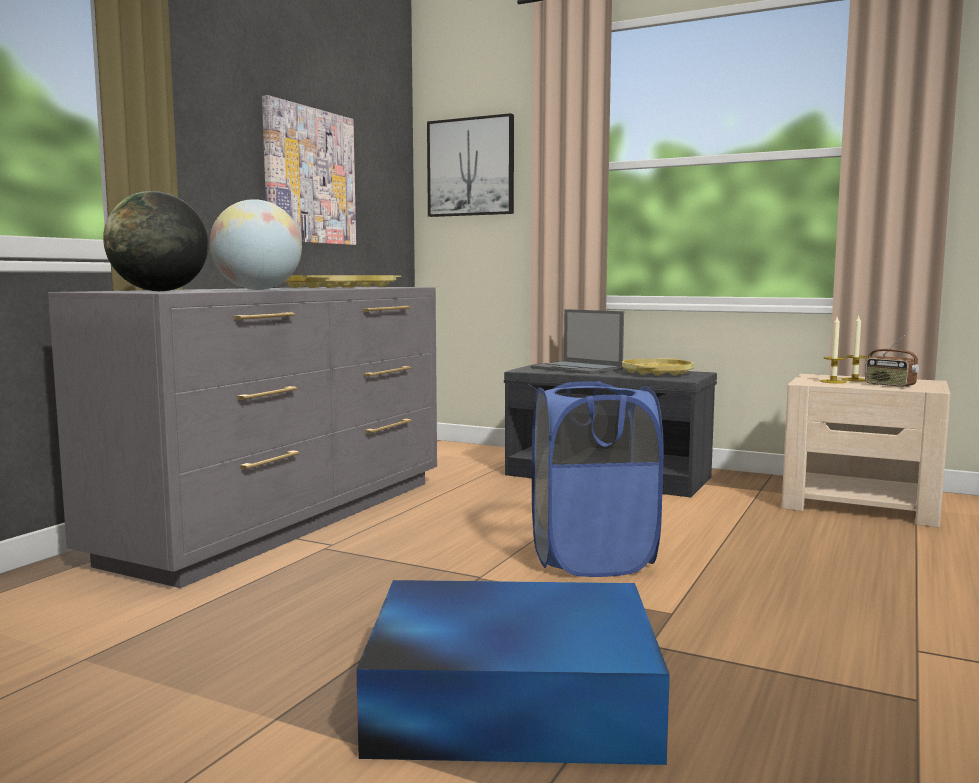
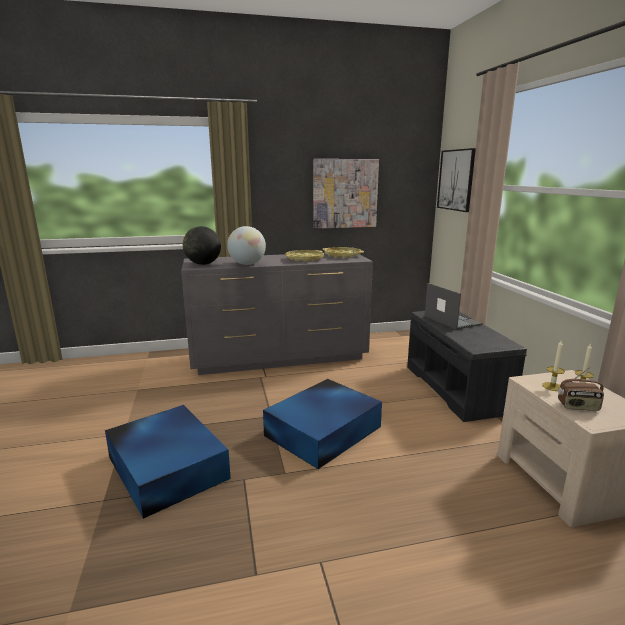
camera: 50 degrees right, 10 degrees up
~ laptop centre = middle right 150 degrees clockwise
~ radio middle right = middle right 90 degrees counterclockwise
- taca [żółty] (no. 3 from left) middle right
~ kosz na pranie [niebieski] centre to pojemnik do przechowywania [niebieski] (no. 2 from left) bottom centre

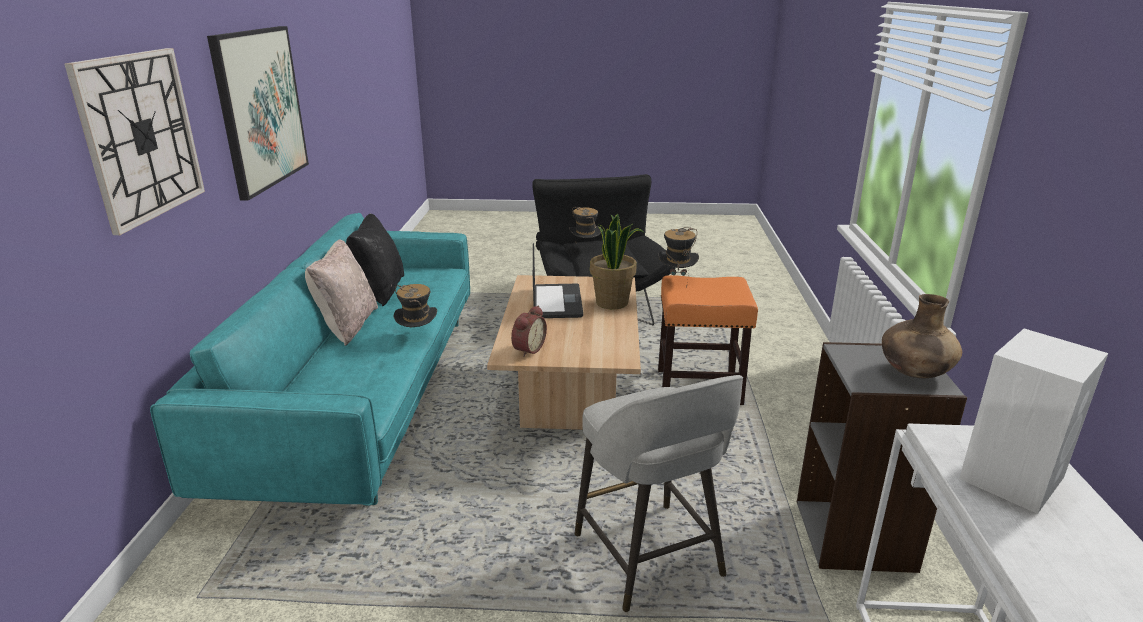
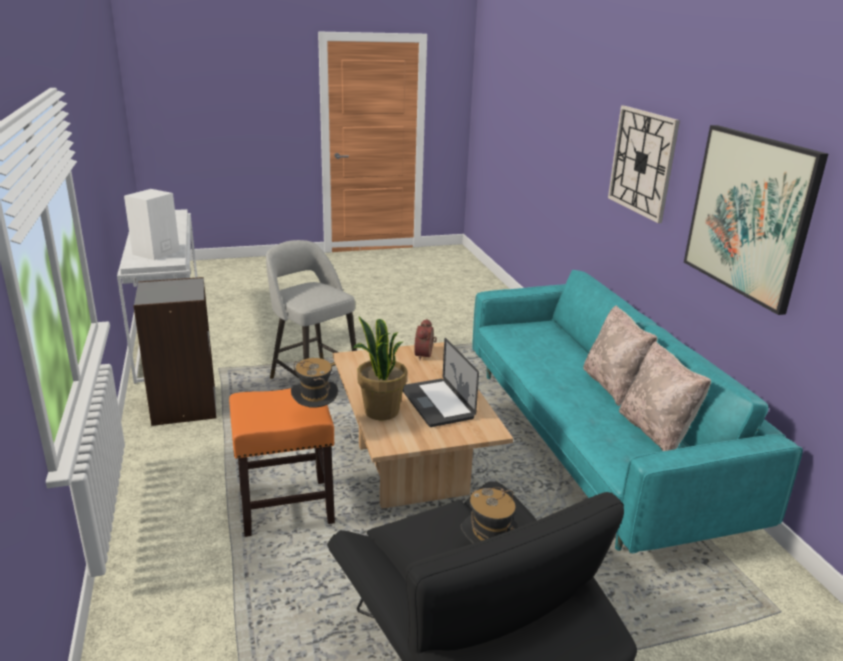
camera: 160 degrees right, 0 degrees up
~ poduszka [czarny] middle left to poduszka [beżowy] (no. 2 from left) middle right
- kapelusz (no. 1 from left) centre
- wazon [brązowy] middle right

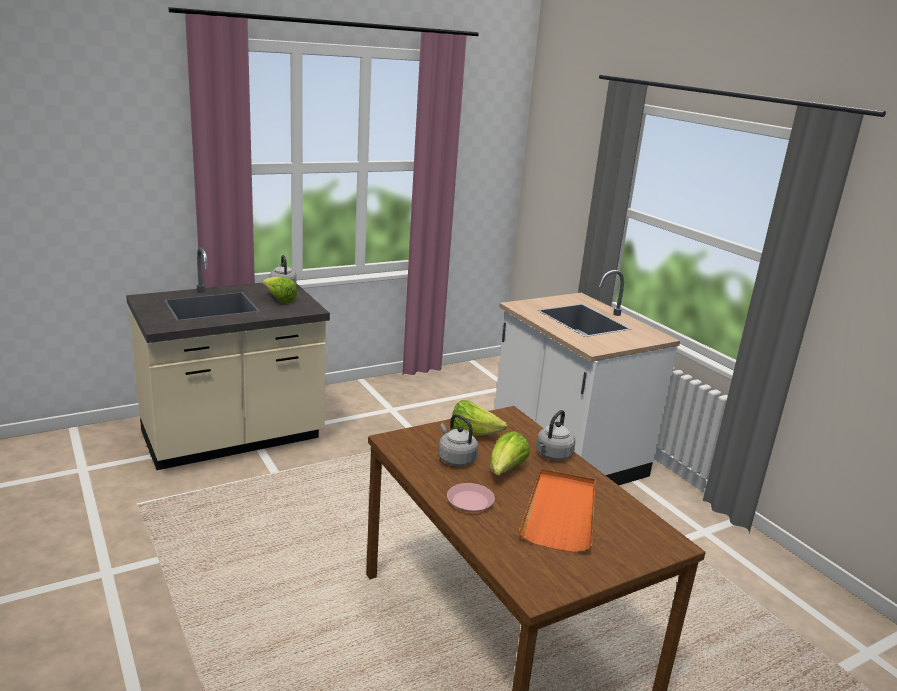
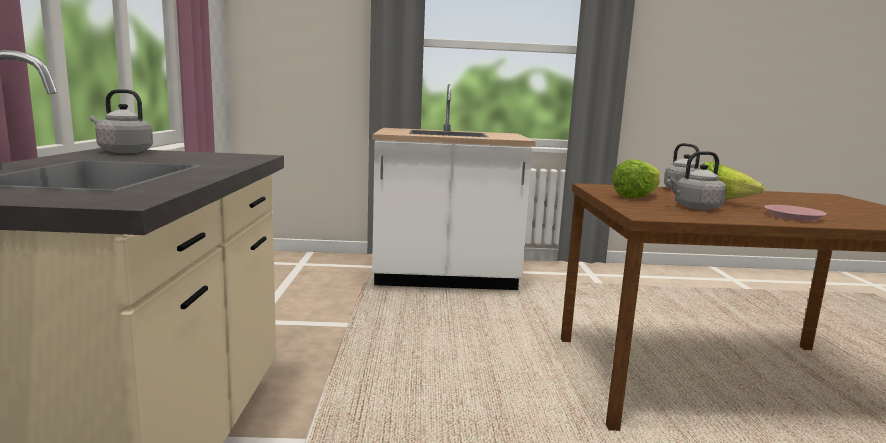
camera: 60 degrees left, 10 degrees down
- sałata (no. 1 from left) middle left
- taca [pomarańczowy] bottom centre

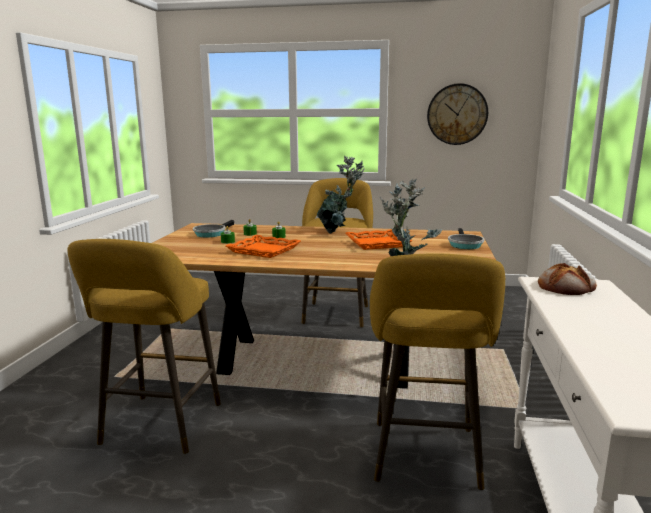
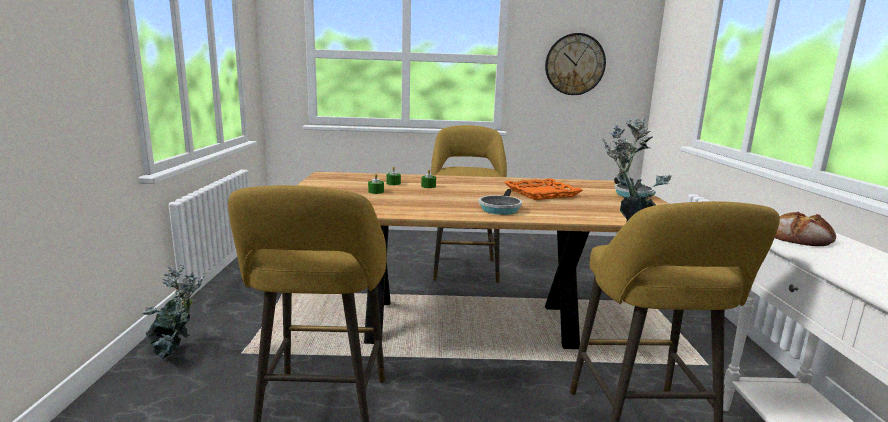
camera: 10 degrees left, 0 degrees up
~ roślina doniczkowa (no. 1 from left) centre to bottom left
~ patelnia (no. 1 from left) middle left to centre
- taca [pomarańczowy] (no. 1 from left) centre

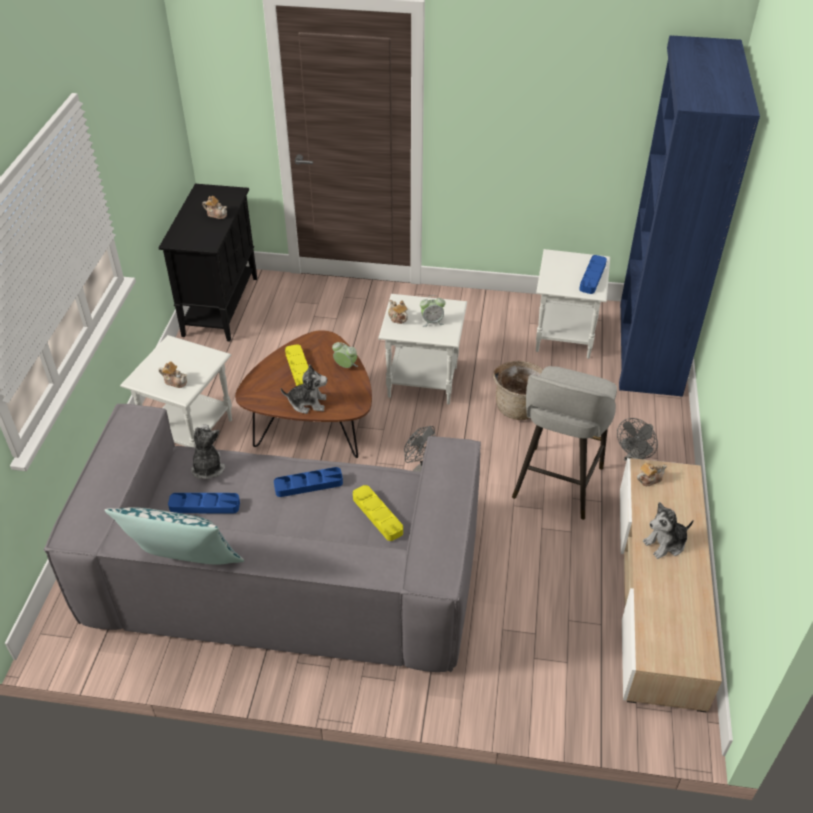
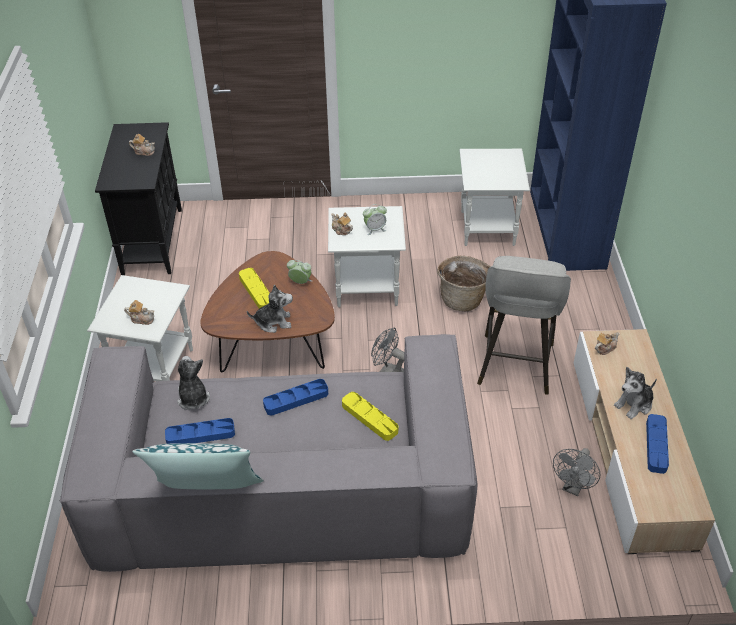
camera: 10 degrees left, 0 degrees up
~ taca [niebieski] (no. 3 from left) middle right to bottom right
~ wentylator [szary] (no. 2 from left) middle right to bottom right

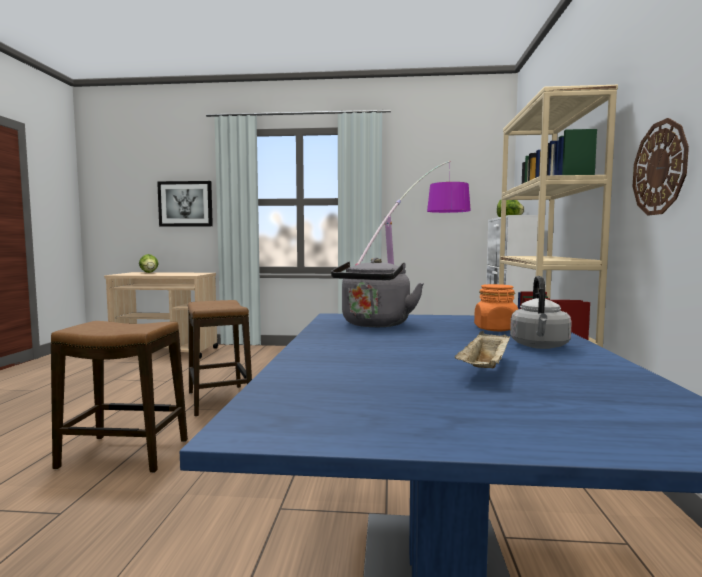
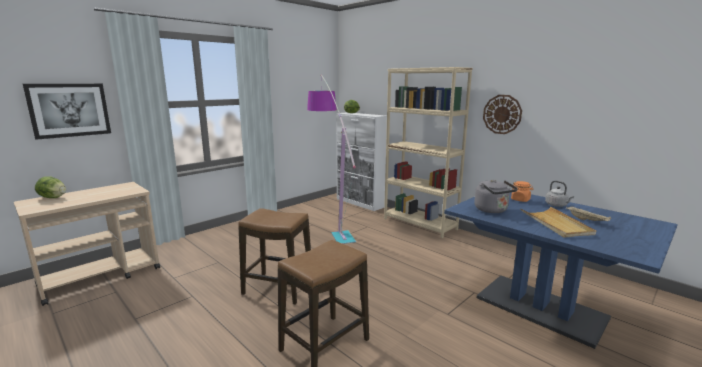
camera: 50 degrees left, 10 degrees up
+ taca [beżowy] (no. 1 from left) middle right

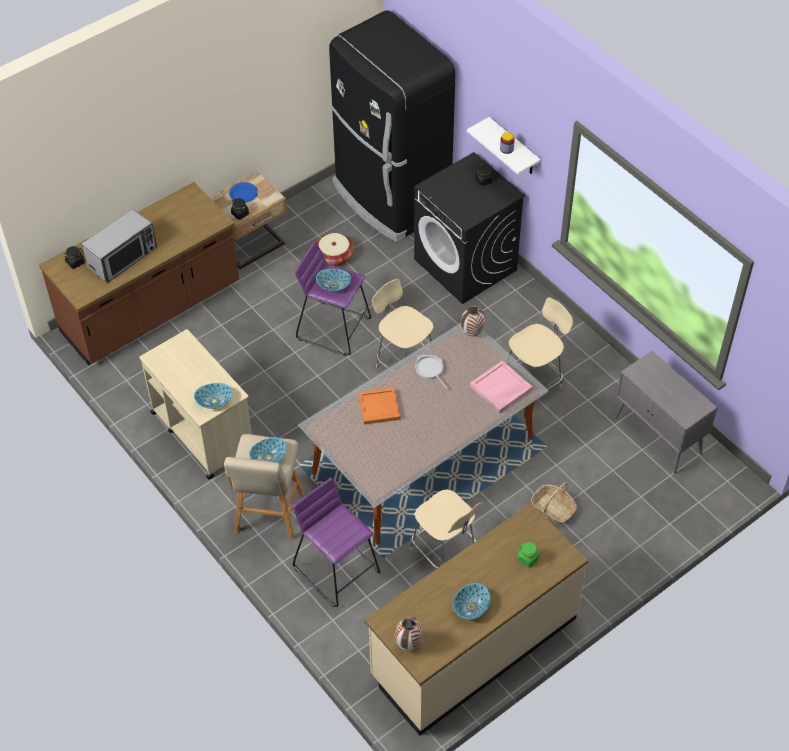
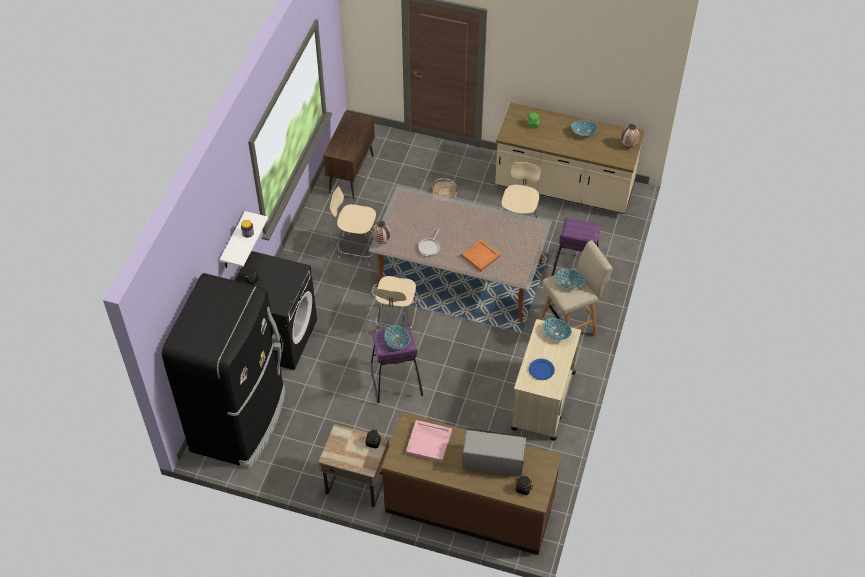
camera: 125 degrees left, 0 degrees up
~ talerz [niebieski] top left to centre
- koszyk (no. 1 from left) top centre
~ szafka [szary] middle right to szafka [brązowy] top centre
~ taca [różowy] centre to bottom centre

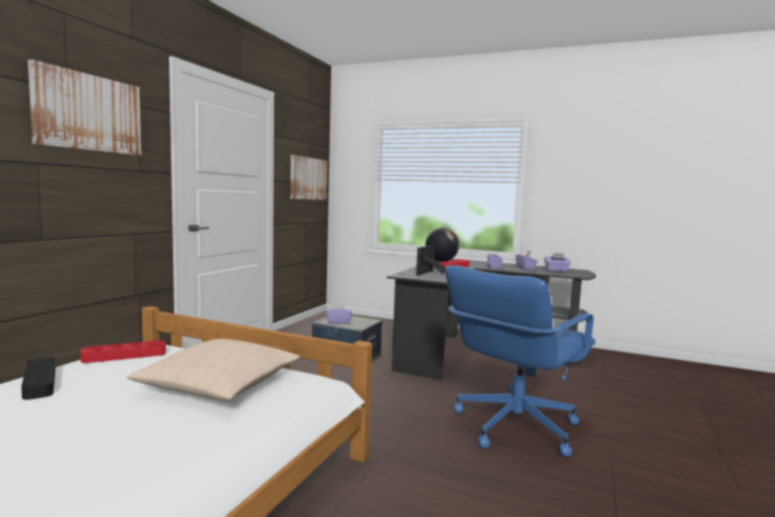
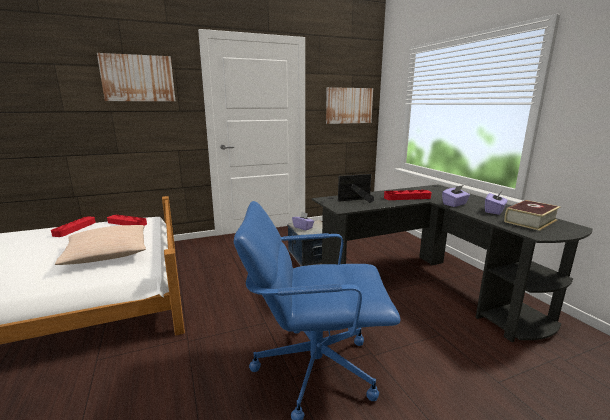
camera: 45 degrees right, 10 degrees up
- globus centre
~ pudełko chusteczek [fioletowy] (no. 4 from left) middle right to książka middle right
~ taca [czarny] bottom left to taca [czerwony] (no. 1 from left) middle left

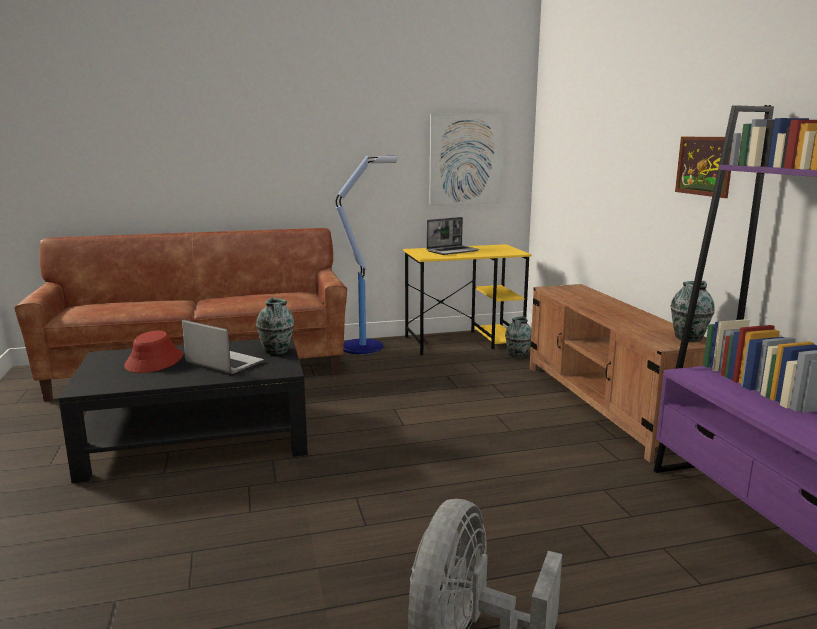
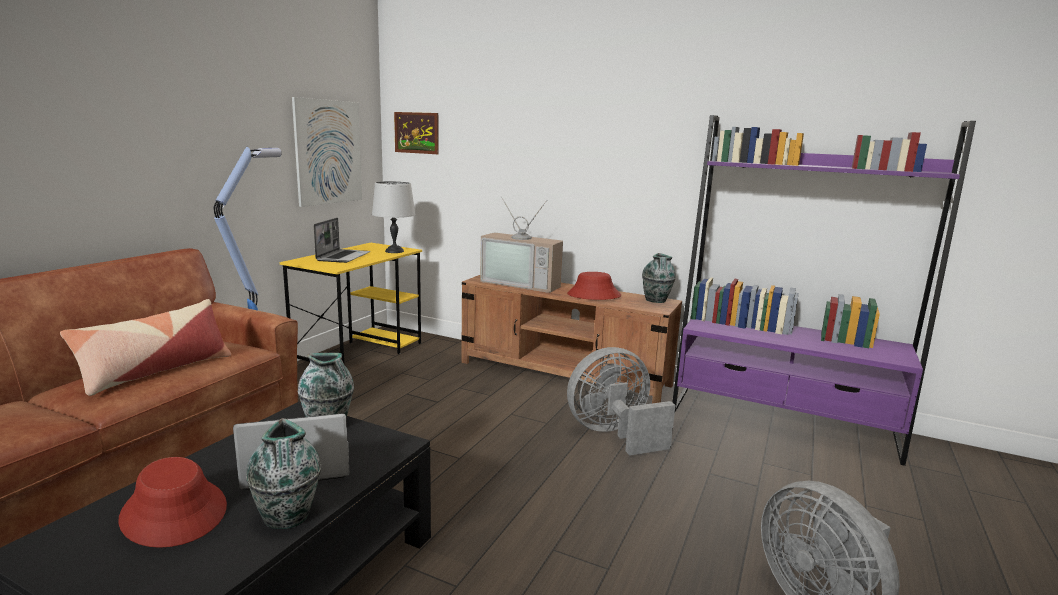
camera: 50 degrees left, 0 degrees up
~ obraz (no. 2 from left) top right to top centre
~ wazon (no. 2 from left in the first image) centre to wazon (no. 1 from left) bottom left
+ lampa stołowa [szary] centre
+ telewizor centre
+ kapelusz [czerwony] (no. 2 from left) centre
+ poduszka middle left
+ wentylator [szary] (no. 1 from left) bottom centre

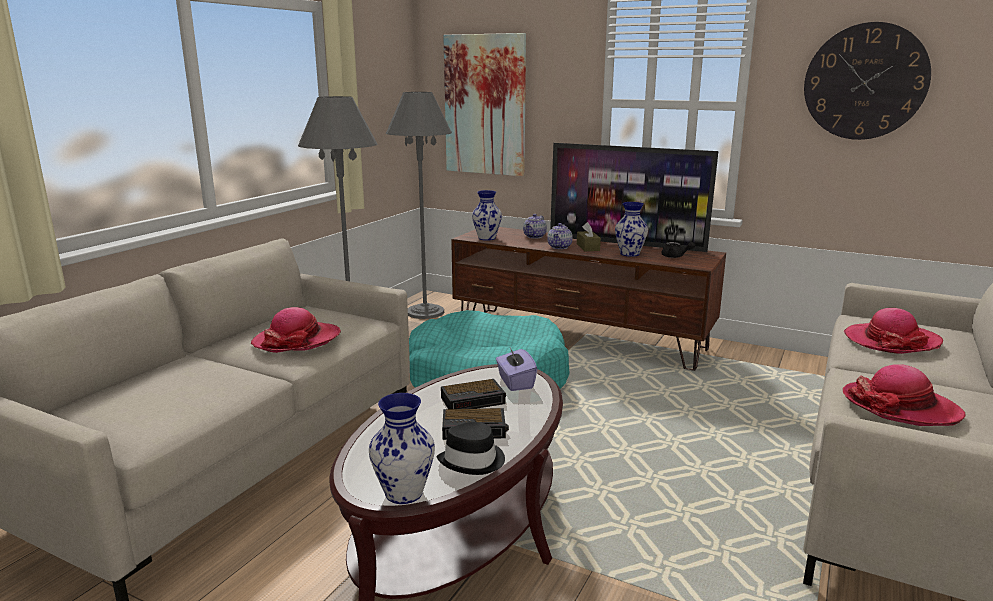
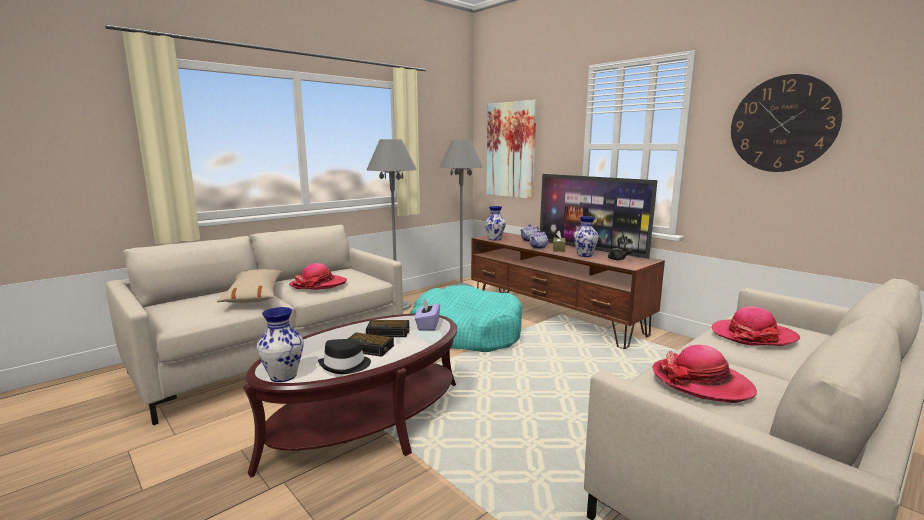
camera: 20 degrees right, 5 degrees down
+ poduszka [beżowy] middle left

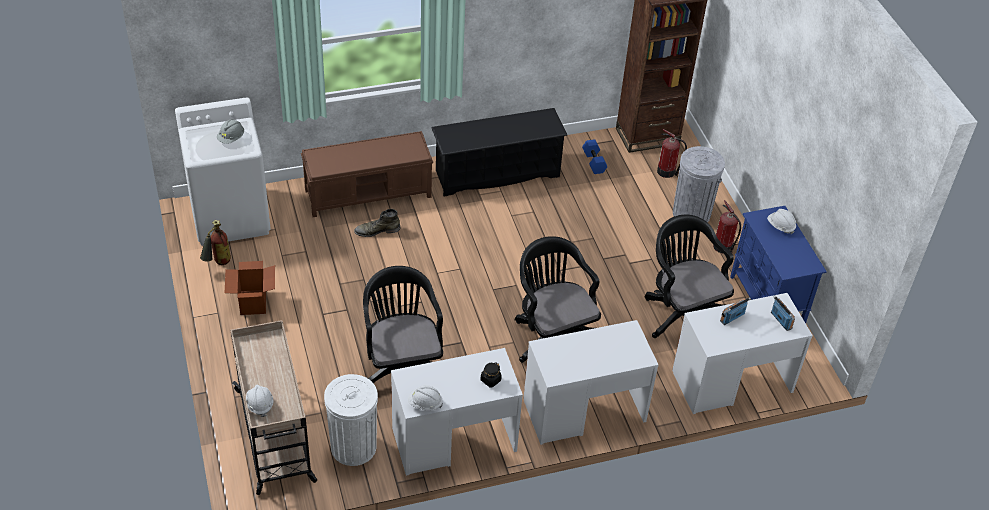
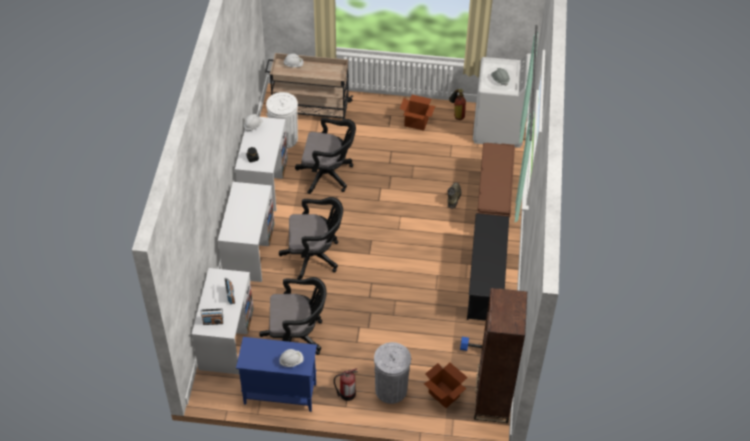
camera: 115 degrees right, 5 degrees up
~ gaśnica (no. 2 from left) top right to karton (no. 2 from left) bottom centre

